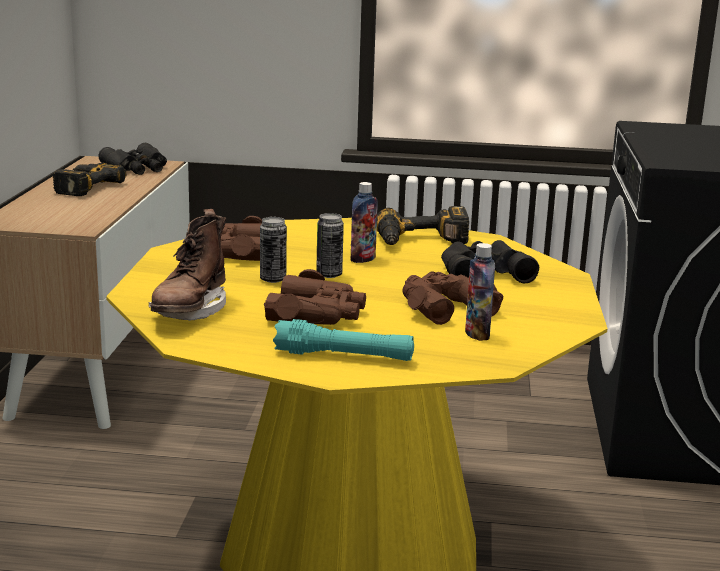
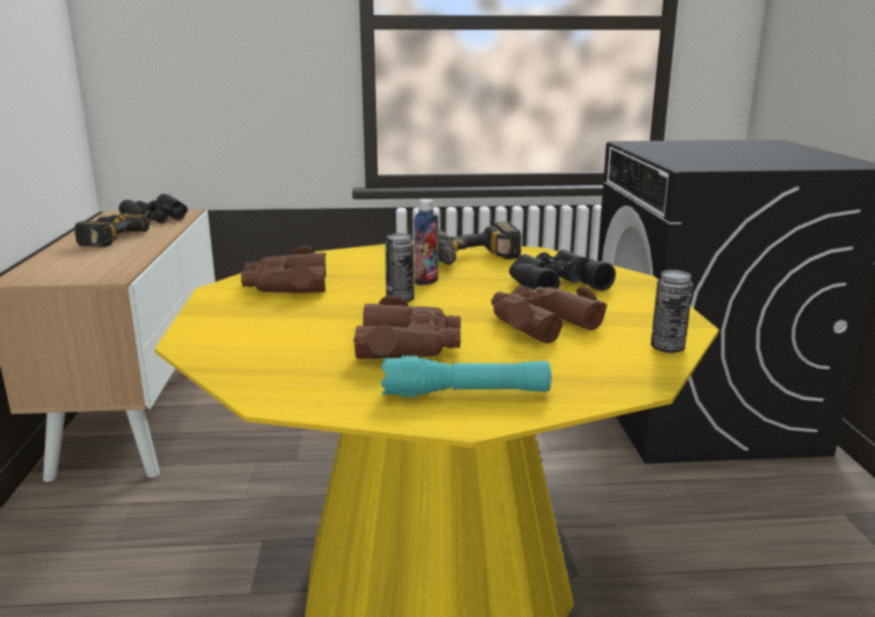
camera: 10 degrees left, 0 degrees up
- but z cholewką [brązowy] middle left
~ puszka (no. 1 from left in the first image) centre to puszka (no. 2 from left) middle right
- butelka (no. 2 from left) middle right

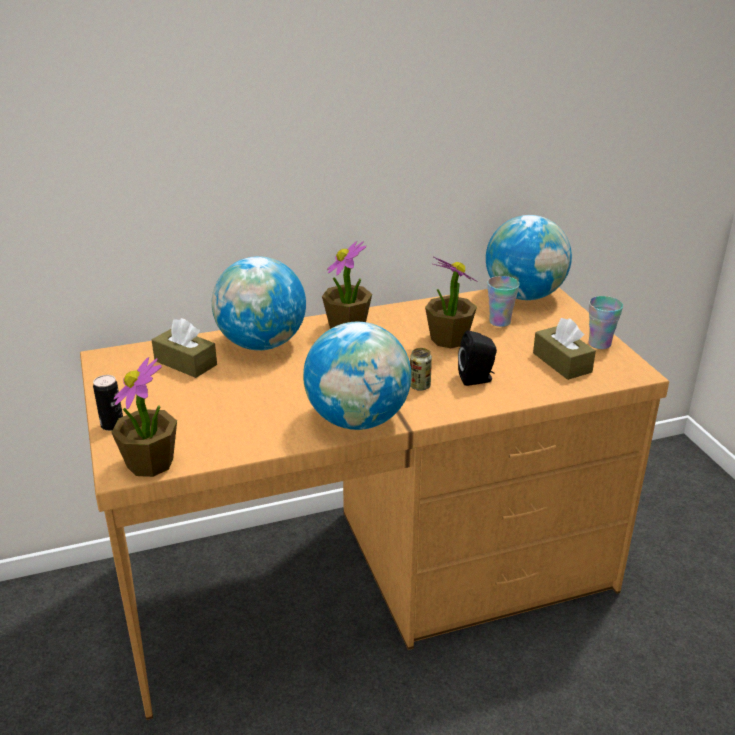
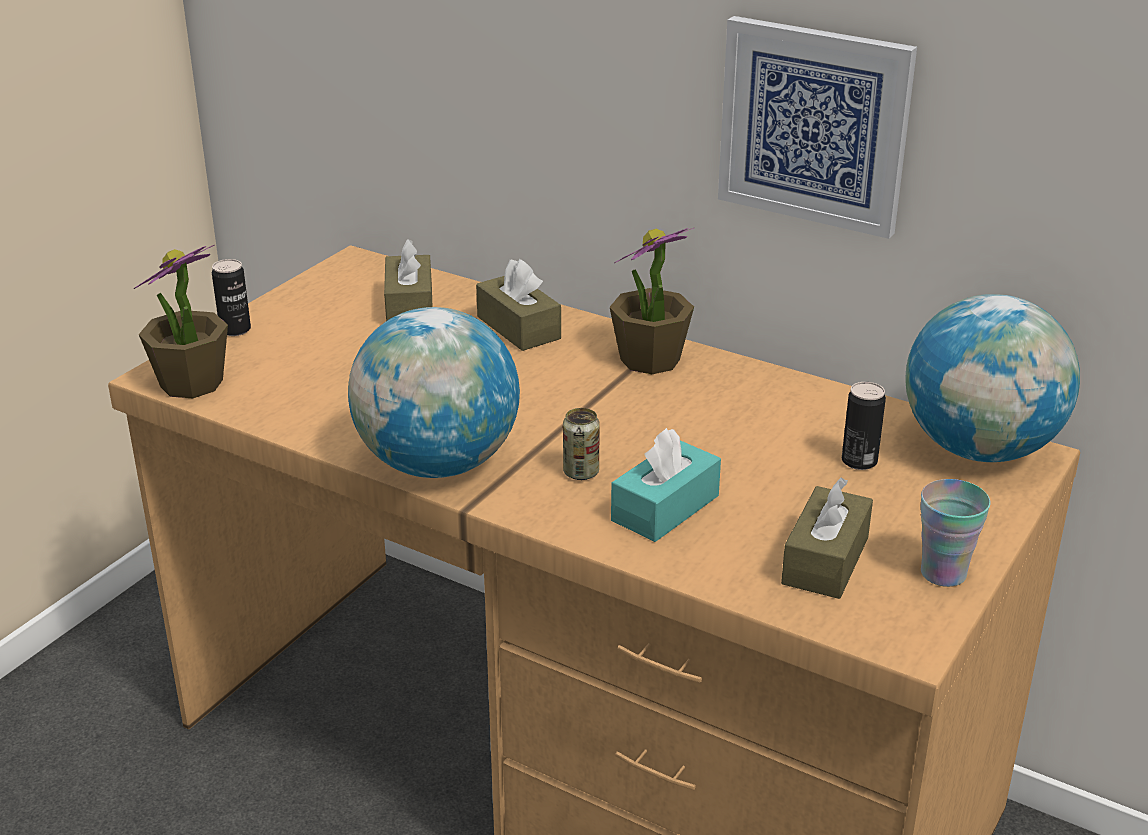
camera: 50 degrees right, 0 degrees up
~ globus (no. 1 from left) centre to pudełko chusteczek [brązowy] (no. 2 from left) centre
- roślina doniczkowa (no. 3 from left) centre
~ filiżanka (no. 1 from left) middle right to puszka (no. 3 from left) middle right
~ głośnik [czarny] centre to pudełko chusteczek [turkusowy] centre
+ obraz top right

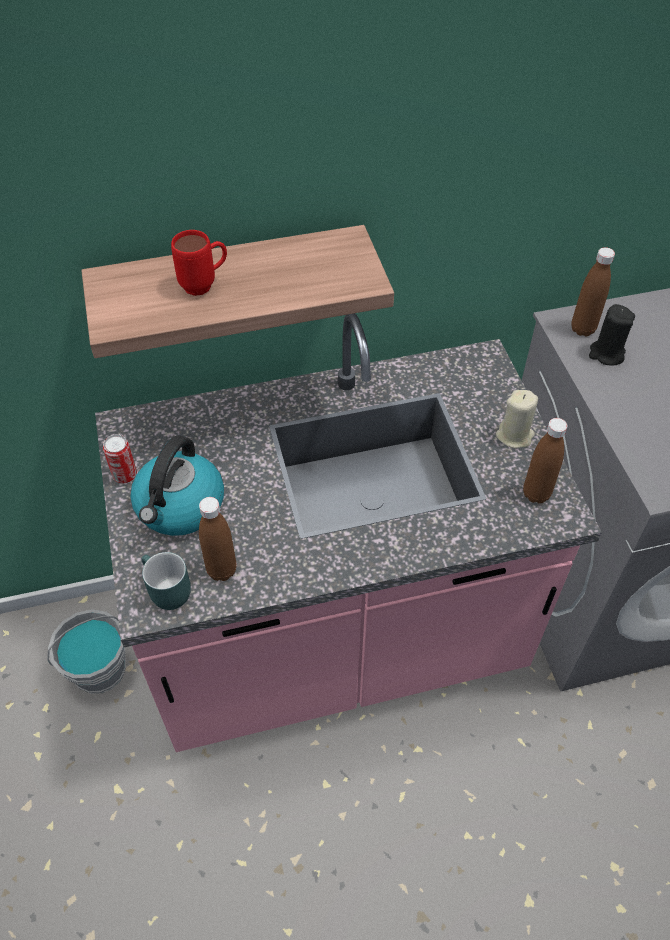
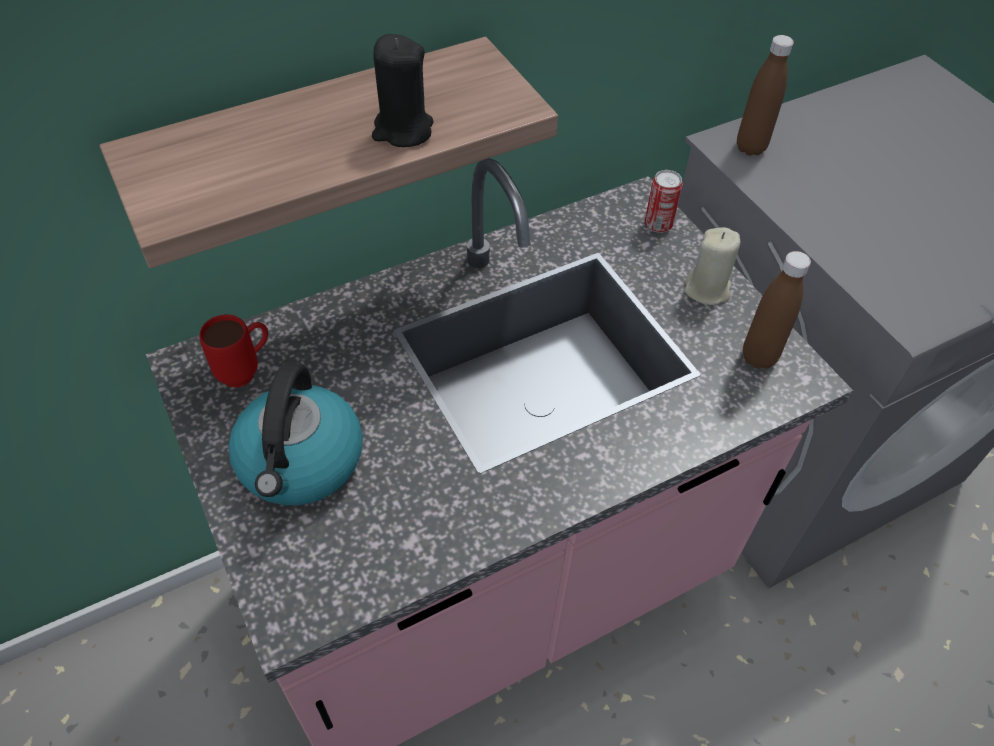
camera: 15 degrees left, 0 degrees up
~ kubek [czerwony] top left to middle left
~ świeca [czarny] middle right to top centre
~ puszka middle left to top right
- butelka [brązowy] (no. 1 from left) middle left
- kubek [turkusowy] middle left
- wiadro [szary] bottom left

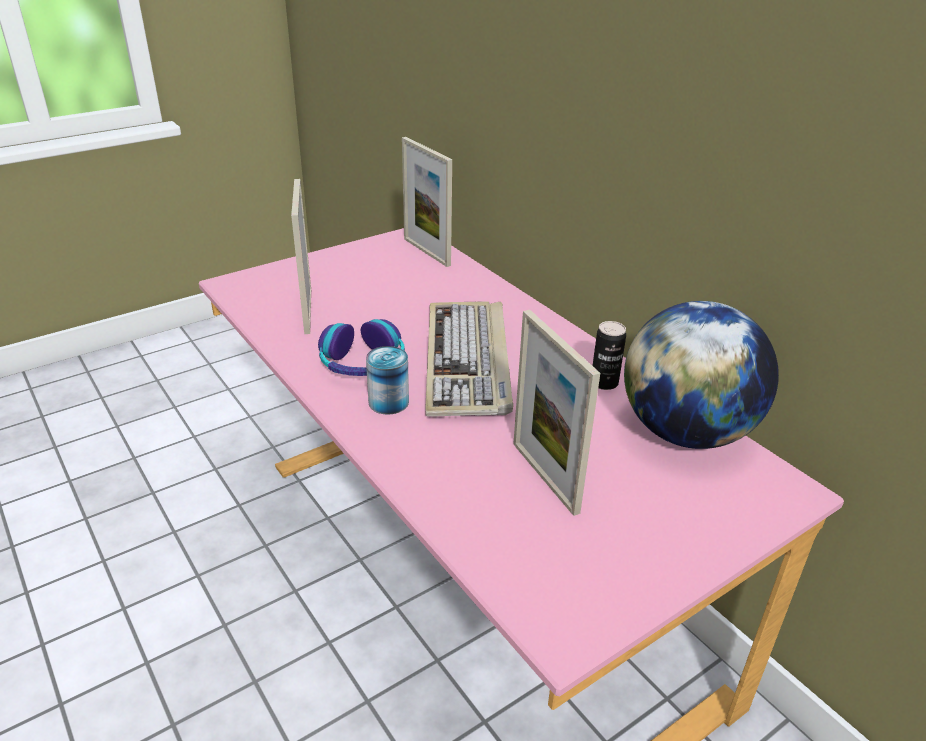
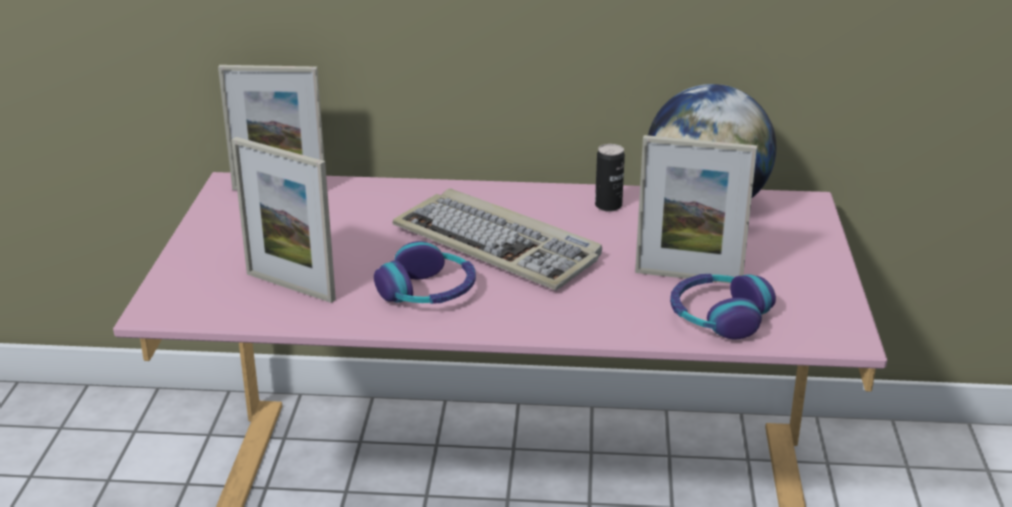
camera: 50 degrees left, 5 degrees down
- puszka (no. 1 from left) centre
+ słuchawki (no. 2 from left) middle right

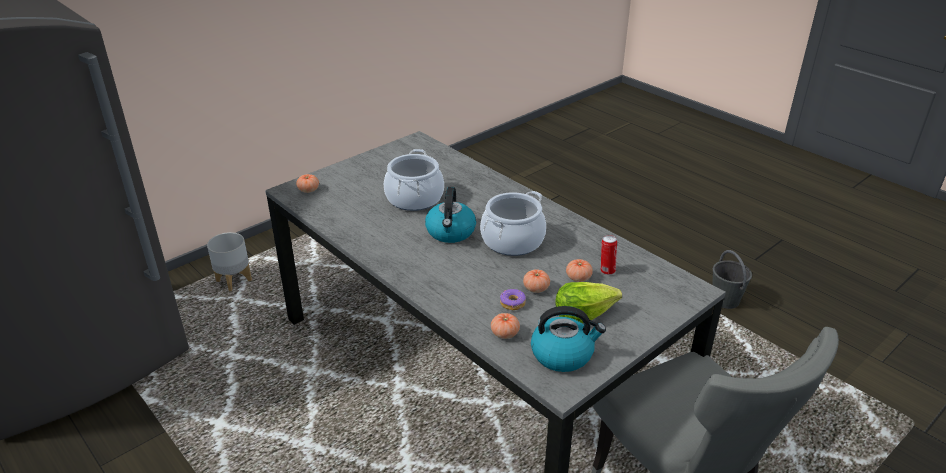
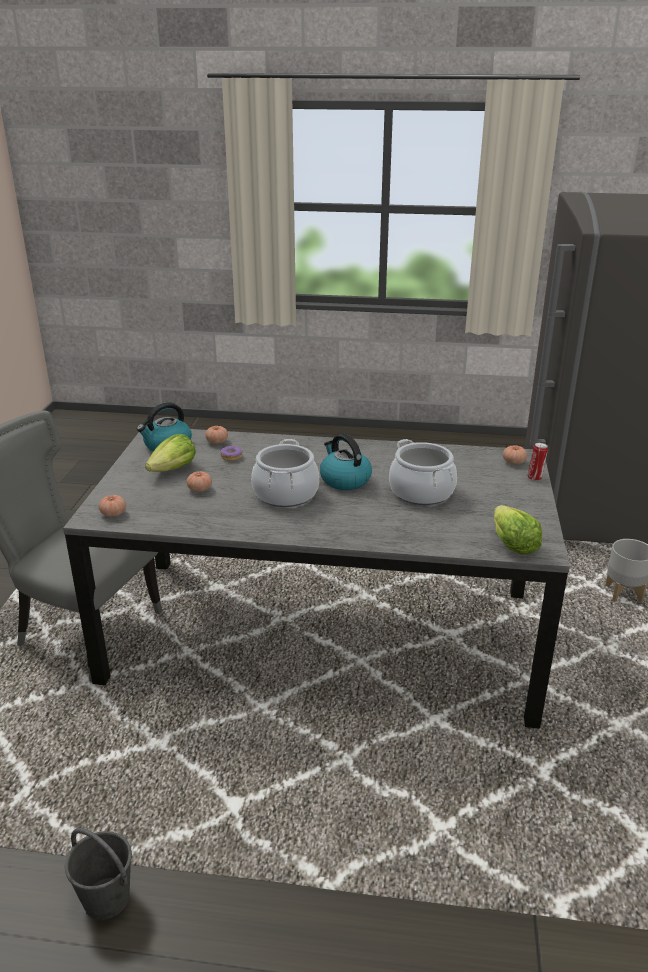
camera: 140 degrees right, 5 degrees down
~ puszka centre to middle right
~ pomidor (no. 3 from left in the first image) centre to pomidor (no. 1 from left) middle left
+ sałata (no. 2 from left) middle right

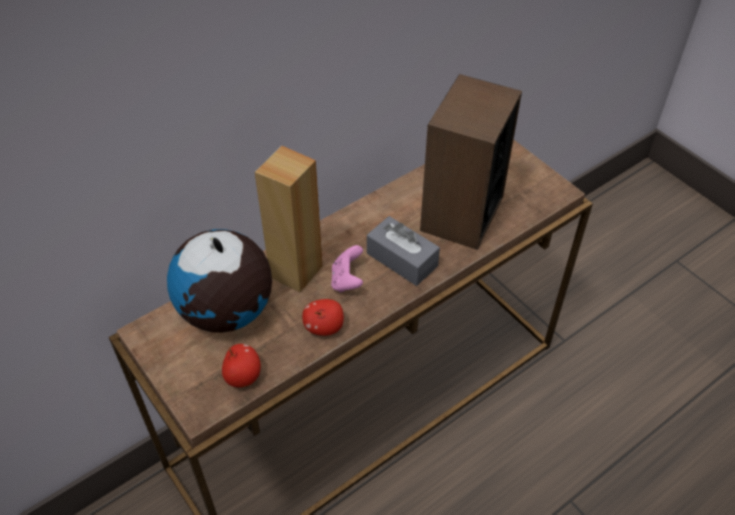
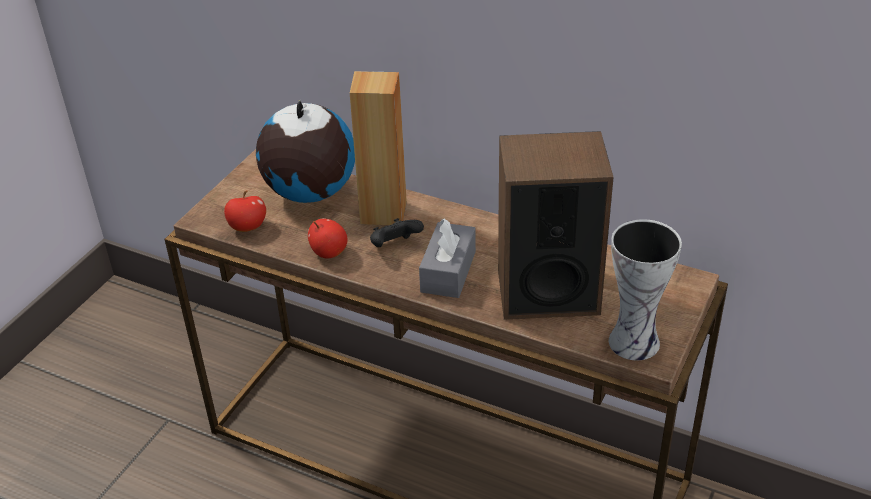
camera: 65 degrees right, 10 degrees down
~ pad do gier [różowy] centre to pad do gier [czarny] centre
+ wazon middle right

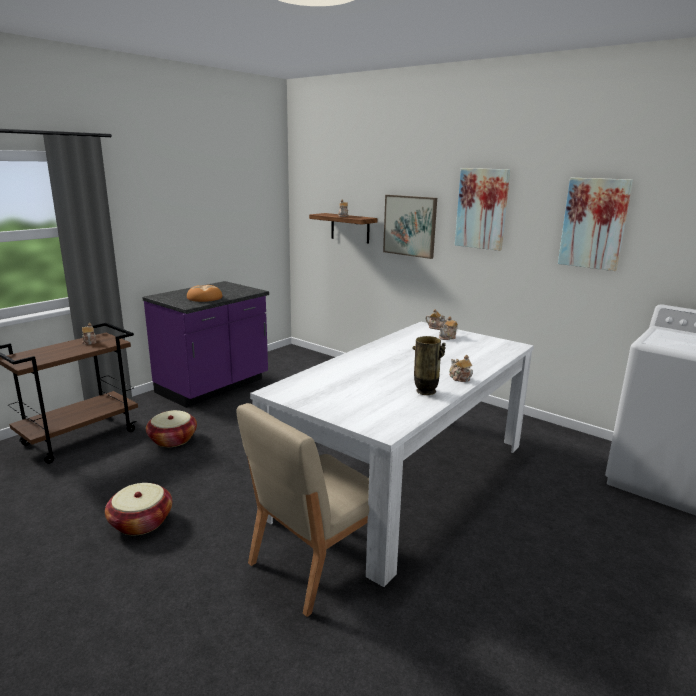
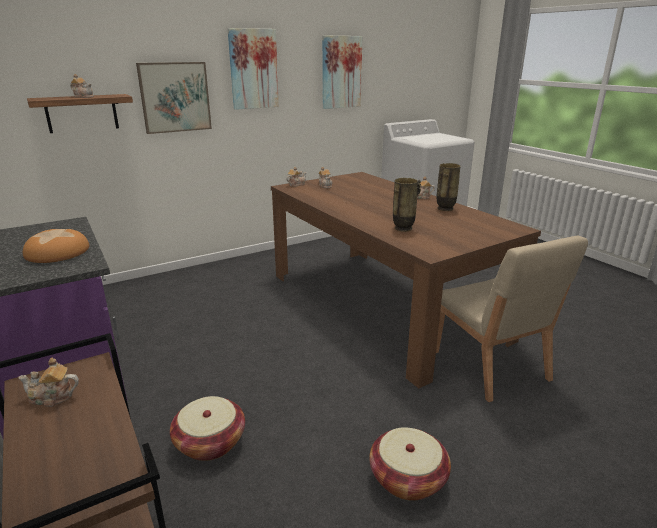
camera: 70 degrees left, 5 degrees up
~ stół jadalny [biały] centre to stół jadalny [brązowy] centre
+ wazon (no. 1 from left) centre

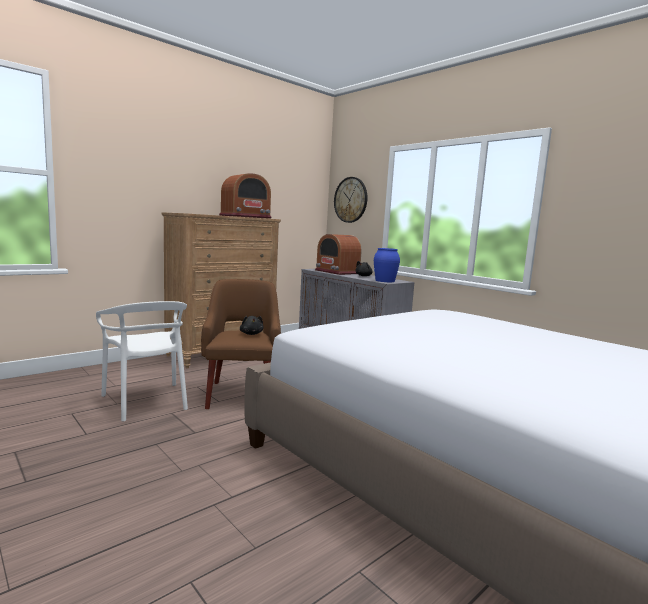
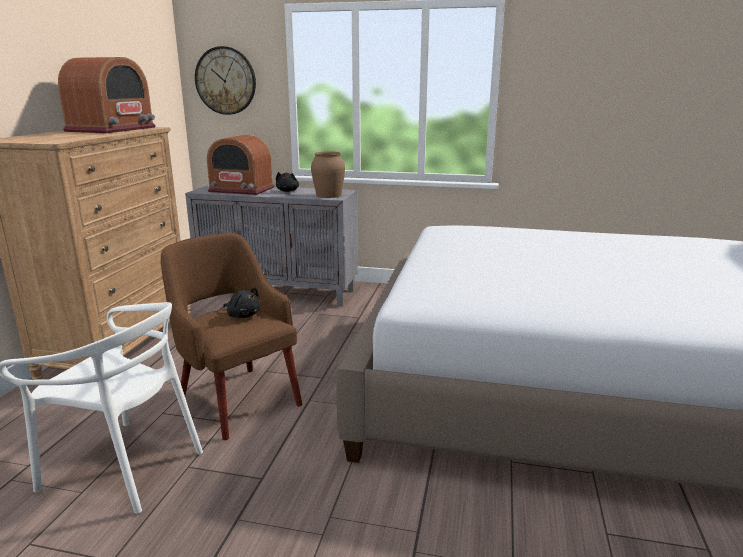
camera: 35 degrees left, 10 degrees up
~ wazon [niebieski] centre to wazon [brązowy] top centre

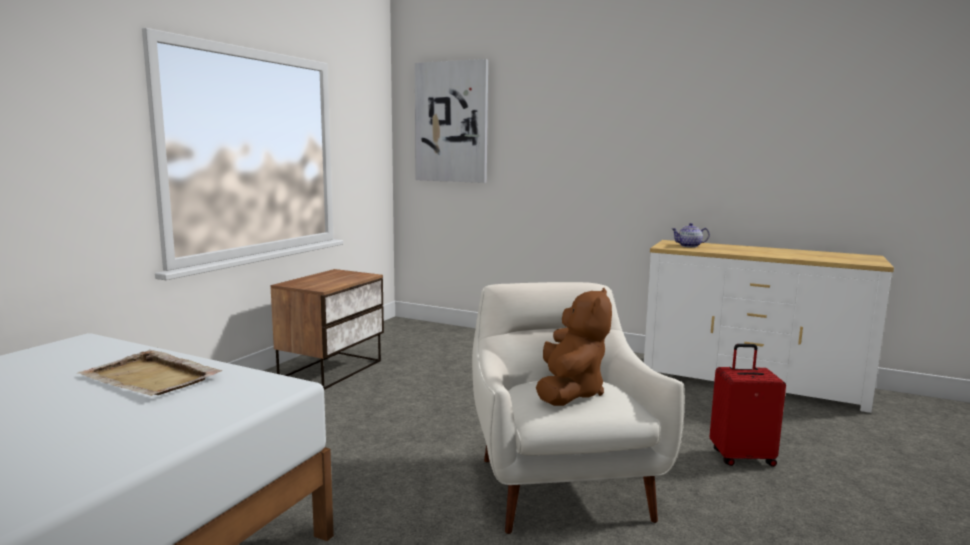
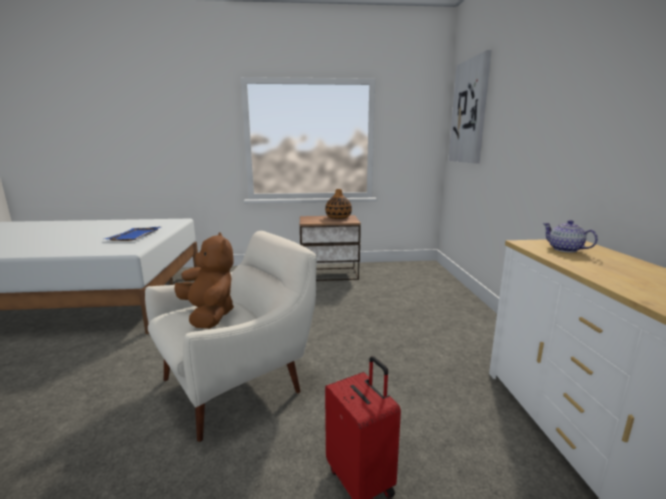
camera: 60 degrees right, 5 degrees up
~ pluszak [brązowy] centre = middle left 105 degrees counterclockwise
~ taca [beżowy] bottom left to taca [niebieski] middle left
+ wazon centre

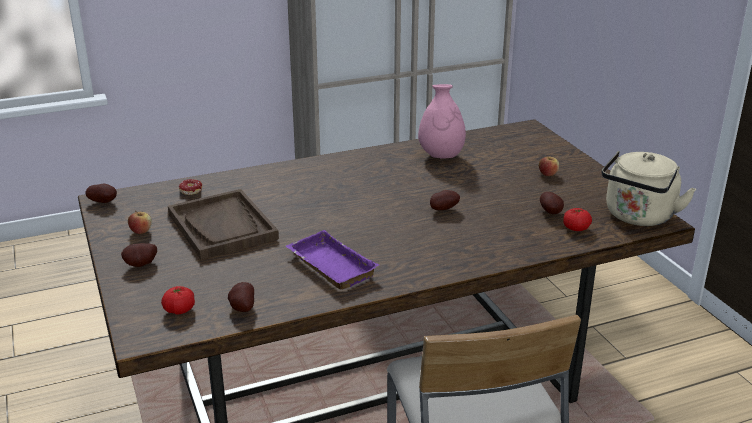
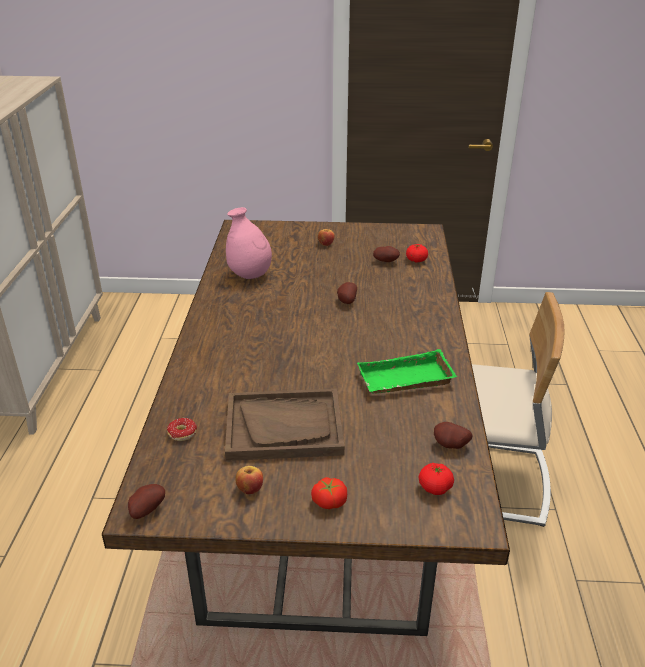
camera: 65 degrees left, 5 degrees up
- czajnik [beżowy] middle right
~ taca [fioletowy] centre to taca [zielony] centre
~ ziemniak (no. 2 from left) middle left to pomidor (no. 1 from left) bottom centre

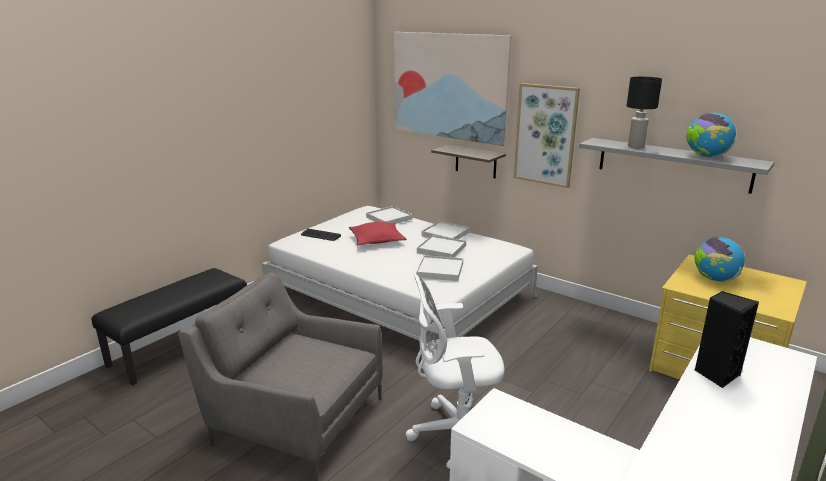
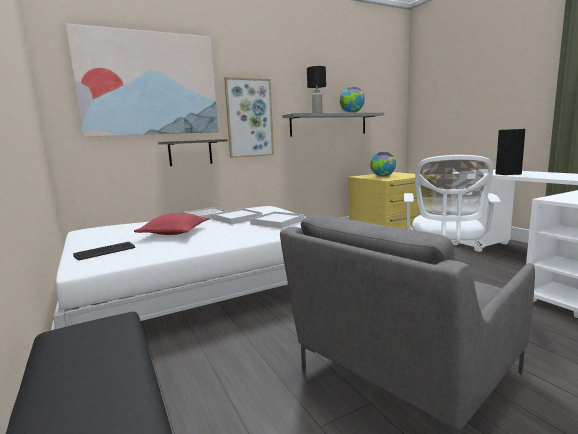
camera: 65 degrees left, 10 degrees down
- taca [biały] (no. 1 from left) centre

